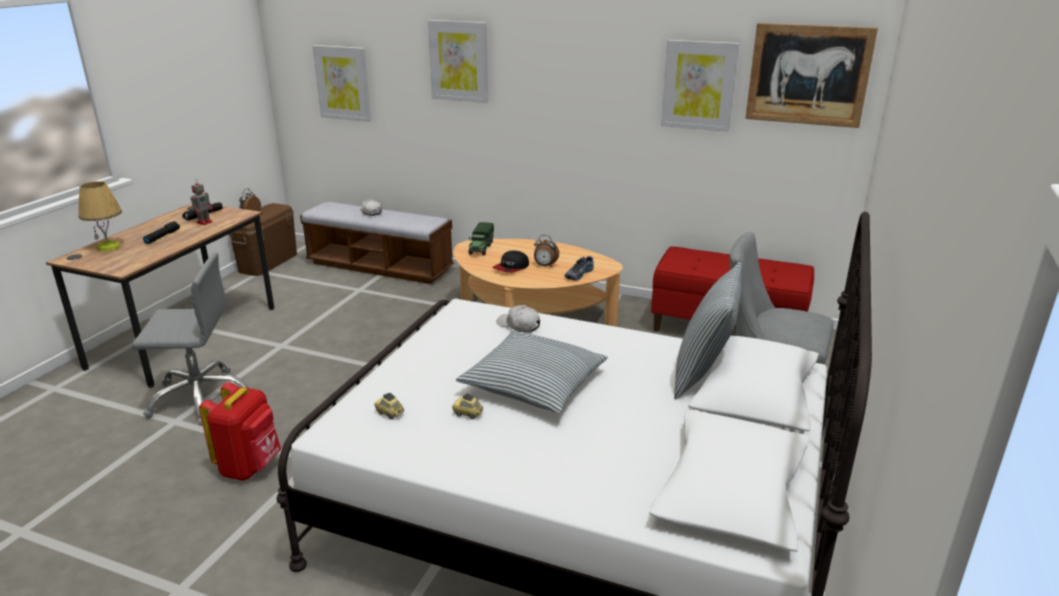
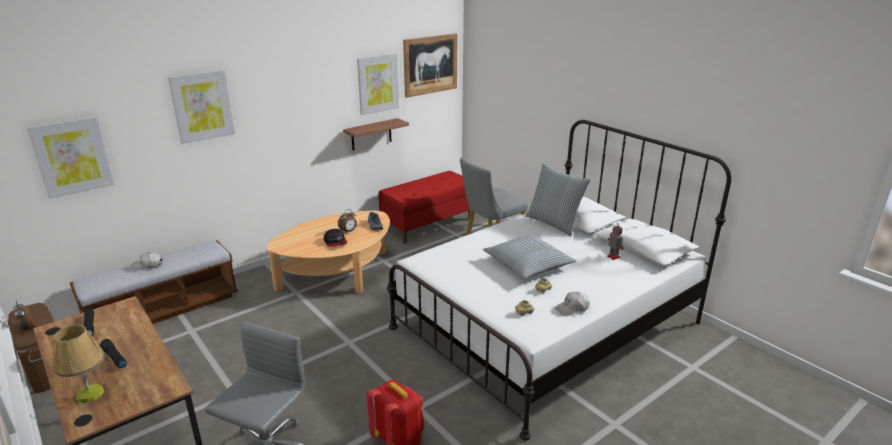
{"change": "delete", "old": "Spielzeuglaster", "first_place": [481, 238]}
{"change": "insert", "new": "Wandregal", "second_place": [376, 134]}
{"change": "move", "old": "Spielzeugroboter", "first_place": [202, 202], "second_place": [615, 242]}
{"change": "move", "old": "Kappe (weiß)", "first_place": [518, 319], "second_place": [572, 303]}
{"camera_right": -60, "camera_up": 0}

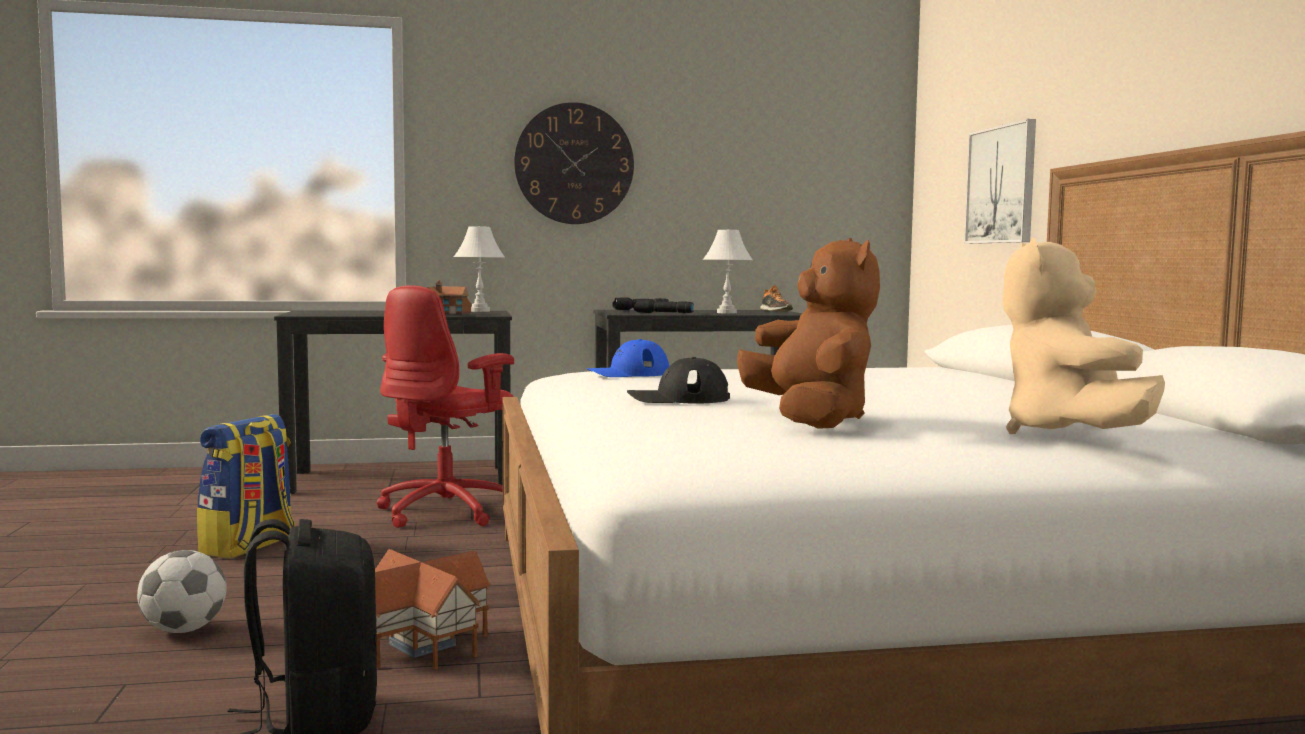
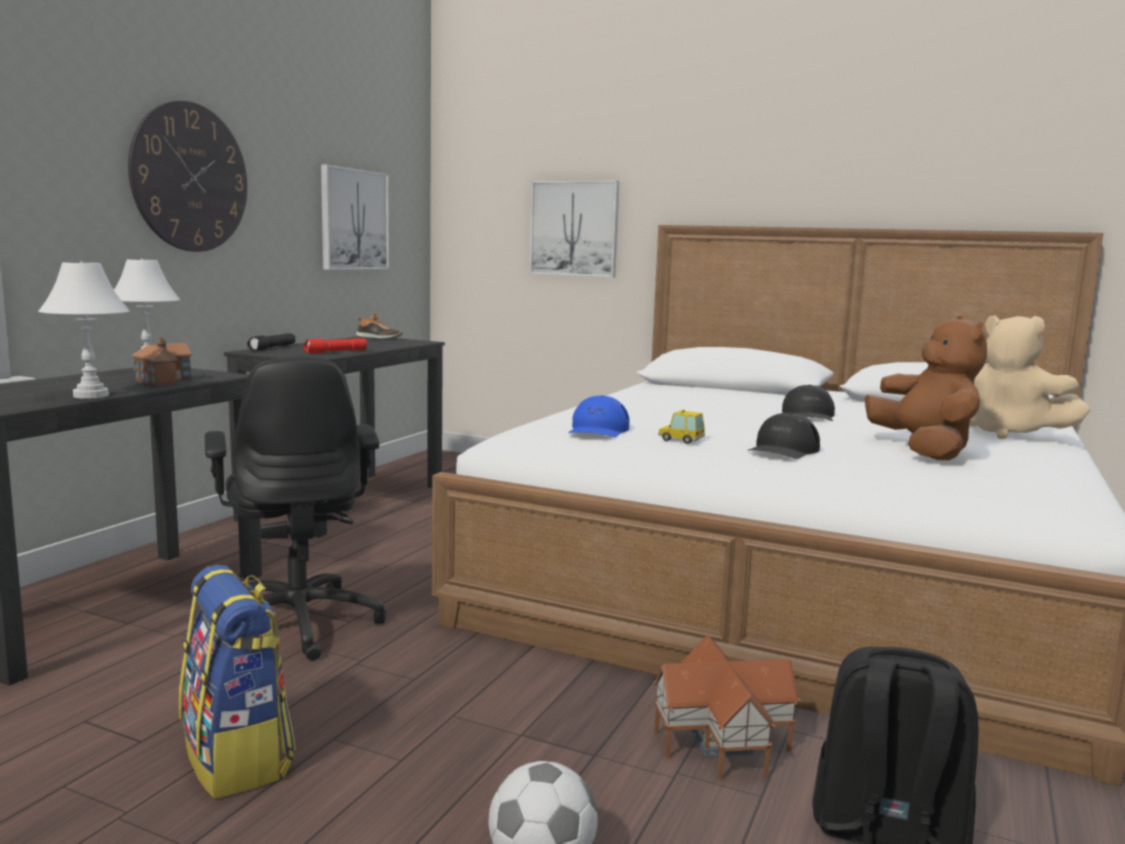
{"change": "insert", "new": "Bild", "second_place": [355, 217]}
{"change": "insert", "new": "Spielzeugauto", "second_place": [681, 427]}
{"change": "insert", "new": "Kappe (schwarz)", "second_place": [808, 403]}
{"change": "move", "old": "Tischlampe (weiß)", "first_place": [728, 271], "second_place": [84, 330]}
{"change": "recolor", "old": "Bürostuhl (rot)", "new": "Bürostuhl (schwarz)", "first_place": [445, 406], "second_place": [295, 509]}
{"change": "recolor", "old": "Taschenlampe (schwarz)", "new": "Taschenlampe (rot)", "first_place": [664, 306], "second_place": [335, 345]}
{"change": "rotate", "old": "Plüschtier (braun)", "first_place": [808, 333], "second_place": [926, 388], "degrees": 60}
{"camera_right": -55, "camera_up": 5}

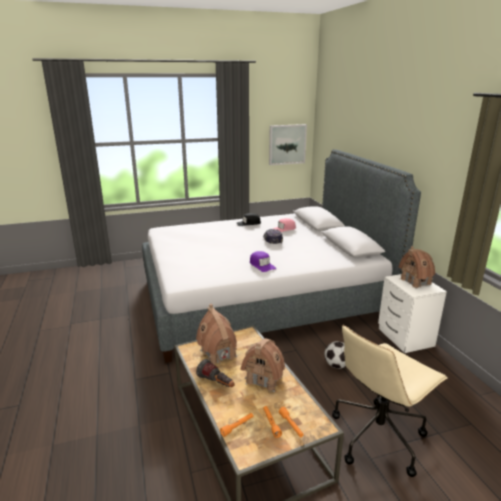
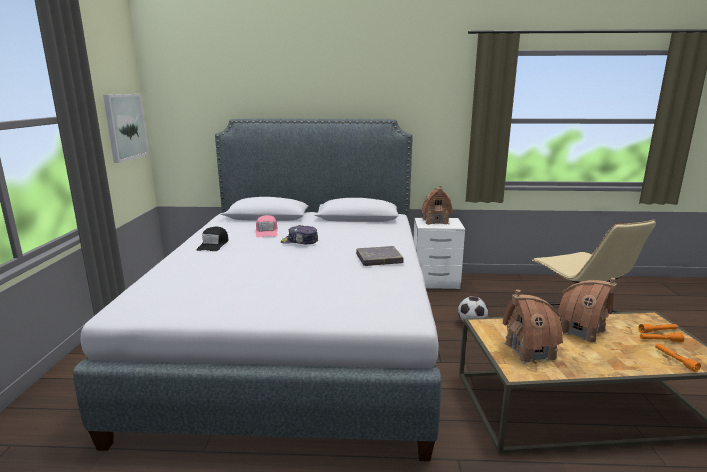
{"change": "delete", "old": "Taschenlampe", "first_place": [215, 373]}
{"change": "replace", "old": "Kappe (lila)", "new": "Buch (grau)", "first_place": [263, 261], "second_place": [380, 256]}
{"camera_right": -70, "camera_up": -5}

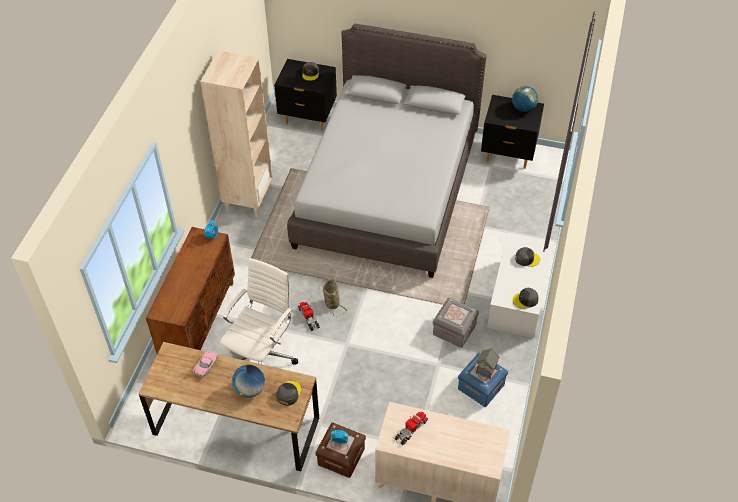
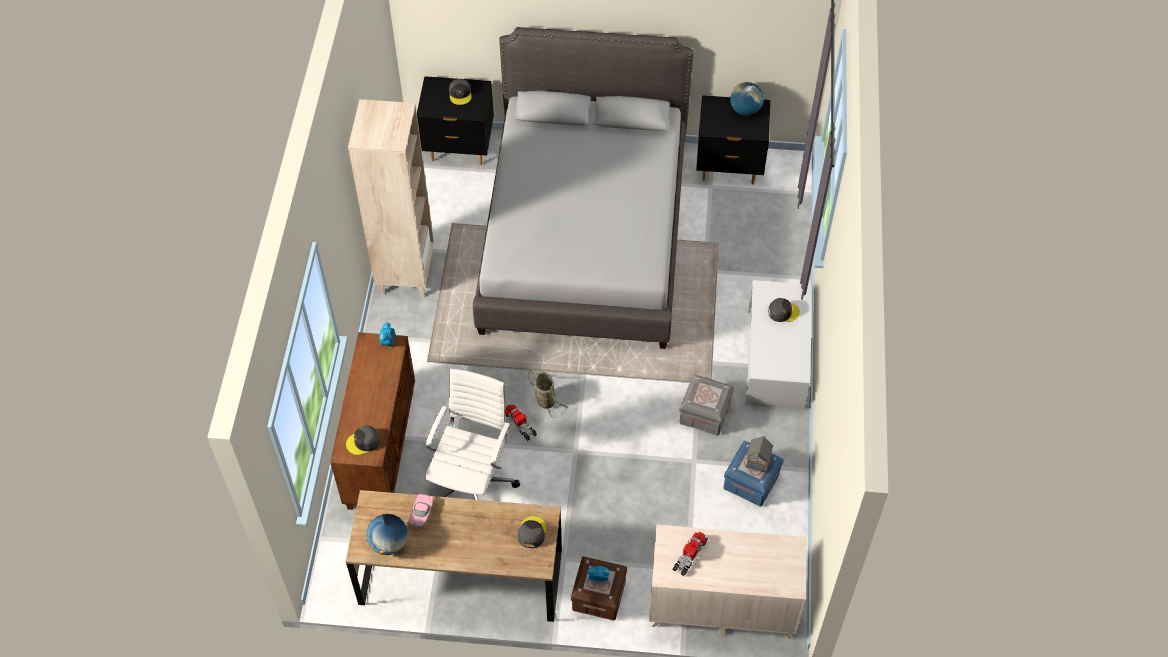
{"change": "move", "old": "Globus", "first_place": [248, 381], "second_place": [387, 534]}
{"change": "move", "old": "Kappe (grau)", "first_place": [525, 298], "second_place": [363, 440]}
{"camera_right": -10, "camera_up": 5}

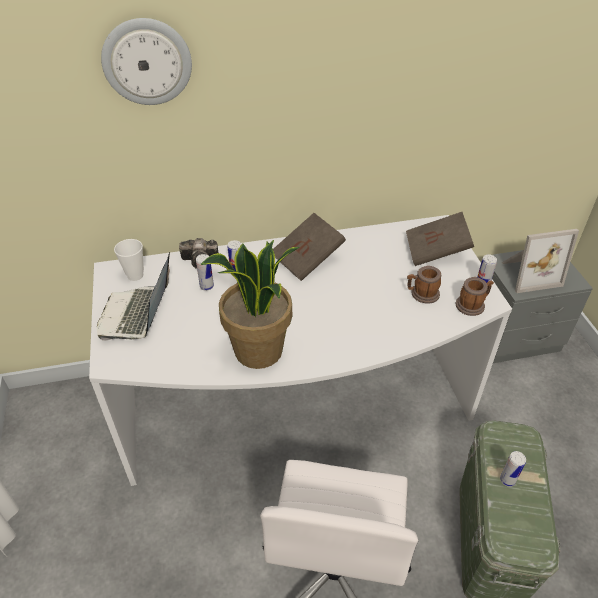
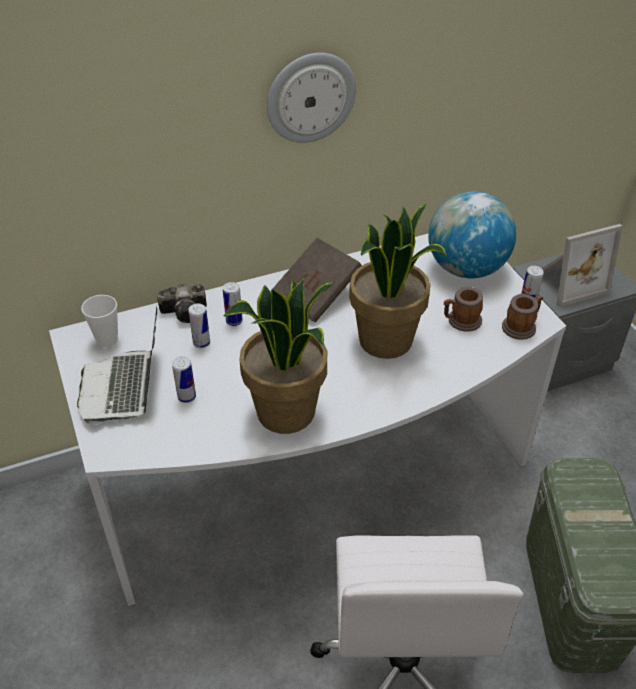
{"change": "insert", "new": "Topfpflanze", "second_place": [398, 281]}
{"change": "move", "old": "Wanduhr", "first_place": [146, 61], "second_place": [311, 98]}
{"change": "move", "old": "Dose", "first_place": [513, 469], "second_place": [184, 379]}
{"change": "replace", "old": "Buch (braun)", "new": "Globus", "first_place": [440, 239], "second_place": [472, 235]}
{"camera_right": -10, "camera_up": 0}

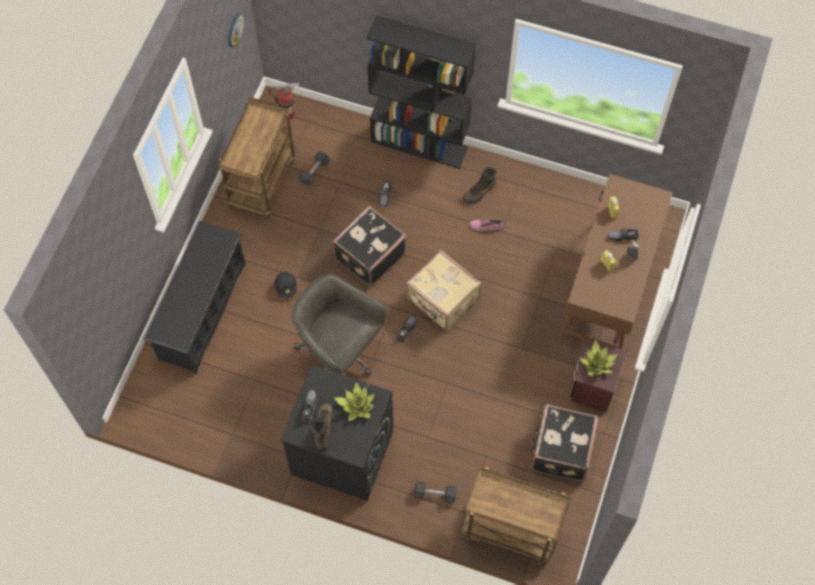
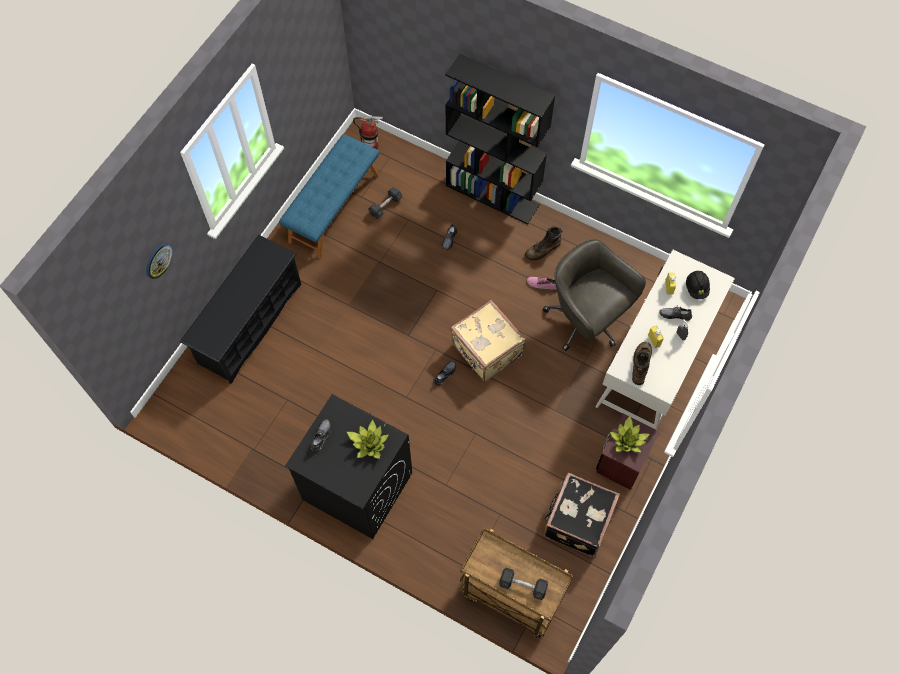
{"change": "delete", "old": "Koffer (schwarz)", "first_place": [369, 246]}
{"change": "move", "old": "Wanduhr", "first_place": [236, 30], "second_place": [159, 261]}
{"change": "move", "old": "Schutzhelm (schwarz)", "first_place": [285, 285], "second_place": [698, 285]}
{"change": "move", "old": "Bürostuhl (grau)", "first_place": [339, 325], "second_place": [594, 295]}
{"change": "move", "old": "Stiefel (braun)", "first_place": [321, 426], "second_place": [642, 363]}
{"change": "move", "old": "Hantel (grau)", "first_place": [435, 492], "second_place": [523, 584]}
{"change": "replace", "old": "Rollwagen (braun)", "new": "Bank (blau)", "first_place": [256, 158], "second_place": [329, 196]}
{"change": "recolor", "old": "Schreibtisch (braun)", "new": "Schreibtisch (weiß)", "first_place": [616, 261], "second_place": [665, 340]}
{"camera_right": 10, "camera_up": 0}

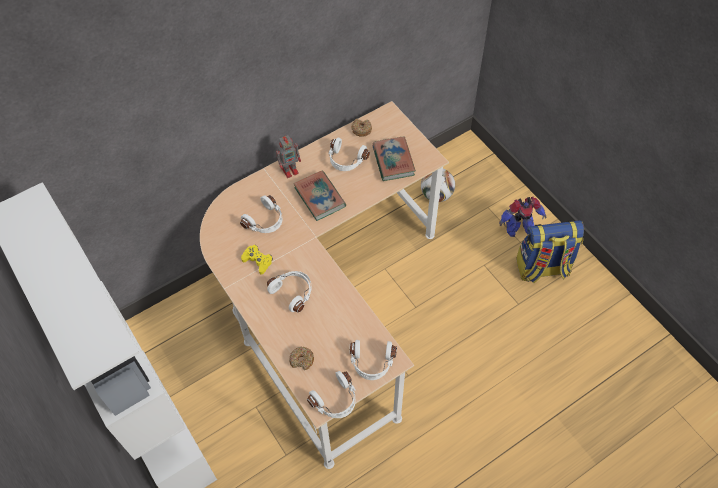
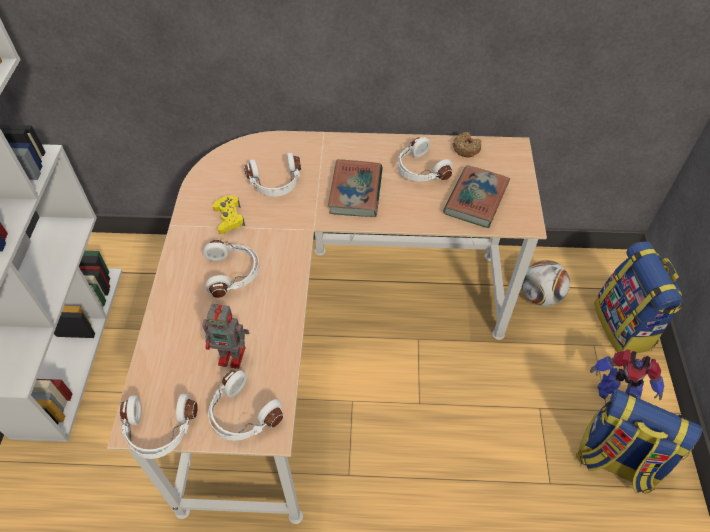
{"change": "delete", "old": "Donut", "first_place": [301, 358]}
{"change": "insert", "new": "Rucksack", "second_place": [638, 298]}
{"change": "move", "old": "Spielzeugroboter", "first_place": [288, 156], "second_place": [225, 336]}
{"camera_right": 35, "camera_up": -5}

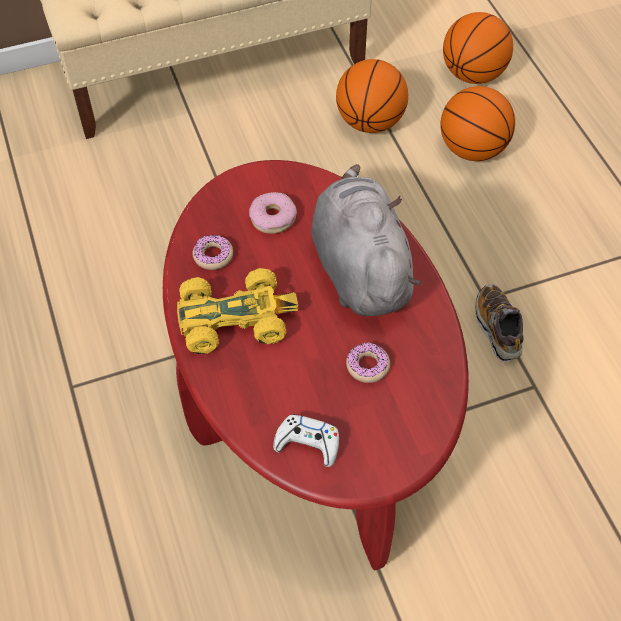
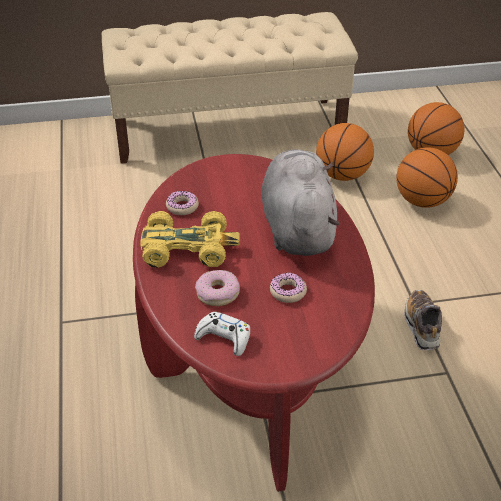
{"change": "move", "old": "Donut", "first_place": [273, 213], "second_place": [217, 288]}
{"camera_right": 10, "camera_up": -15}

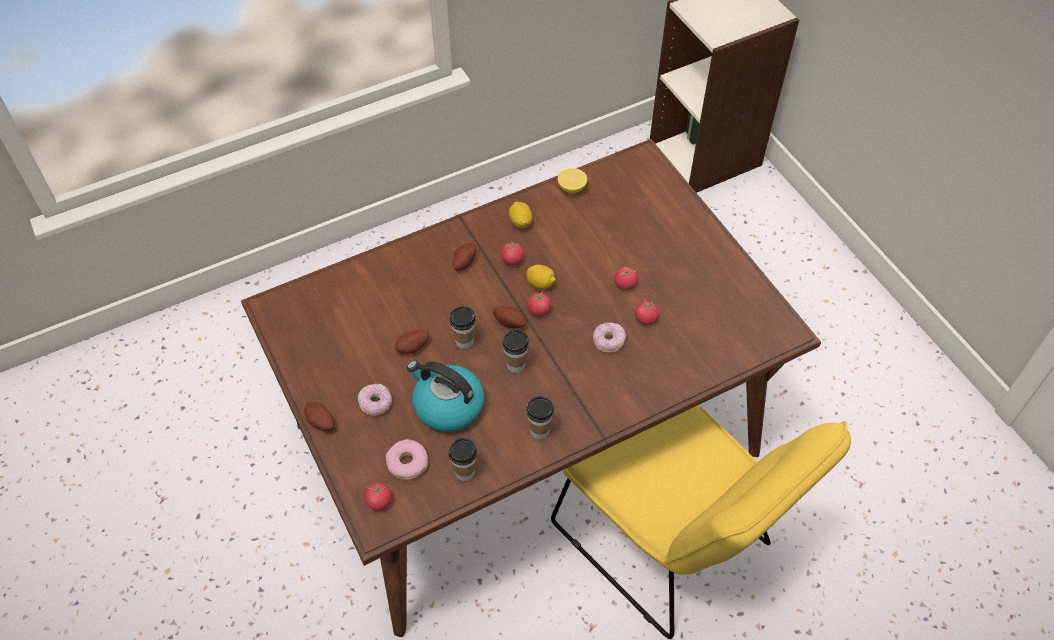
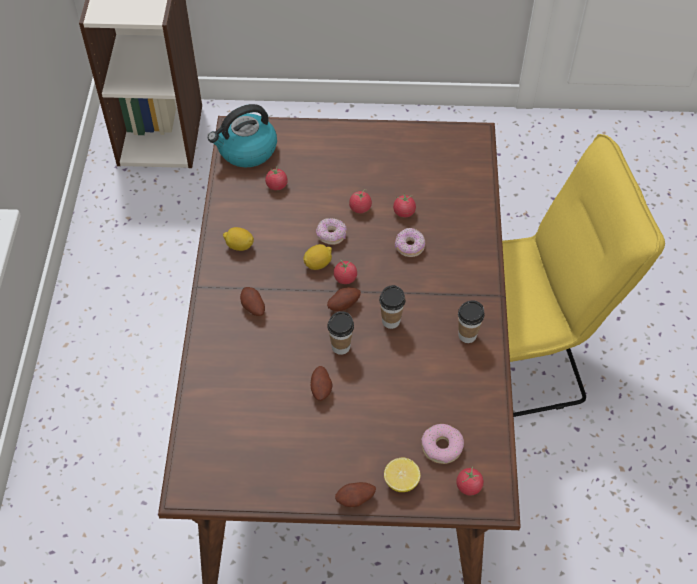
{"change": "delete", "old": "Tasse", "first_place": [463, 459]}
{"change": "move", "old": "Donut", "first_place": [375, 400], "second_place": [331, 231]}
{"change": "move", "old": "Wasserkessel", "first_place": [446, 396], "second_place": [242, 136]}
{"change": "move", "old": "Tomate", "first_place": [512, 254], "second_place": [276, 178]}
{"change": "move", "old": "Zitrone", "first_place": [572, 181], "second_place": [402, 474]}
{"camera_right": -60, "camera_up": 0}

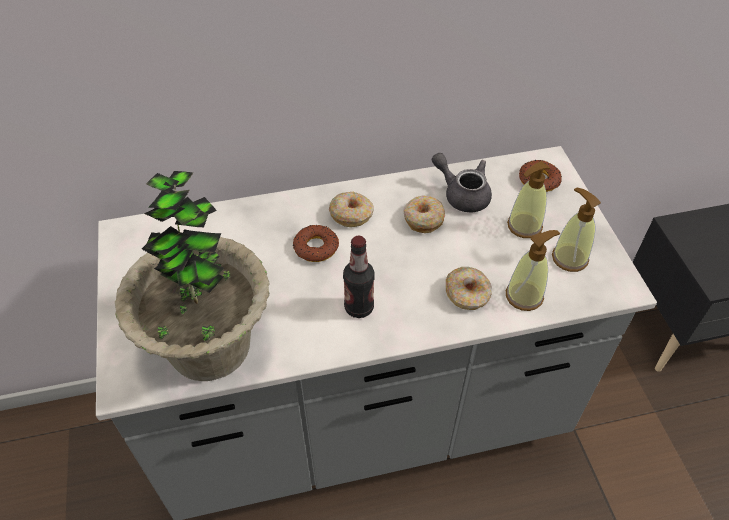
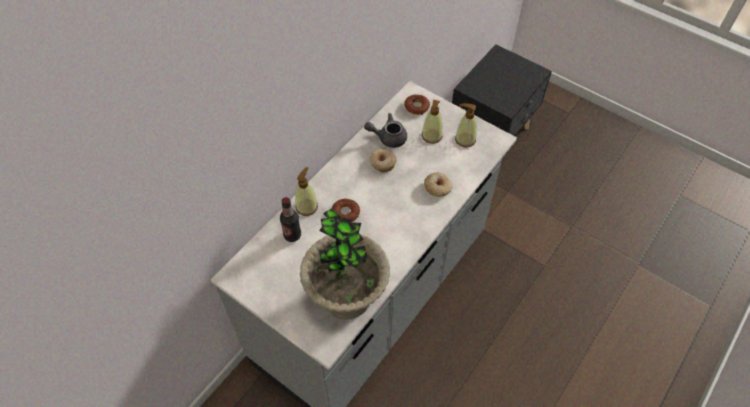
{"change": "delete", "old": "Donut", "first_place": [351, 209]}
{"change": "move", "old": "Flasche", "first_place": [359, 277], "second_place": [290, 219]}
{"change": "move", "old": "Seifenspender", "first_place": [533, 270], "second_place": [306, 191]}
{"camera_right": -40, "camera_up": 5}

